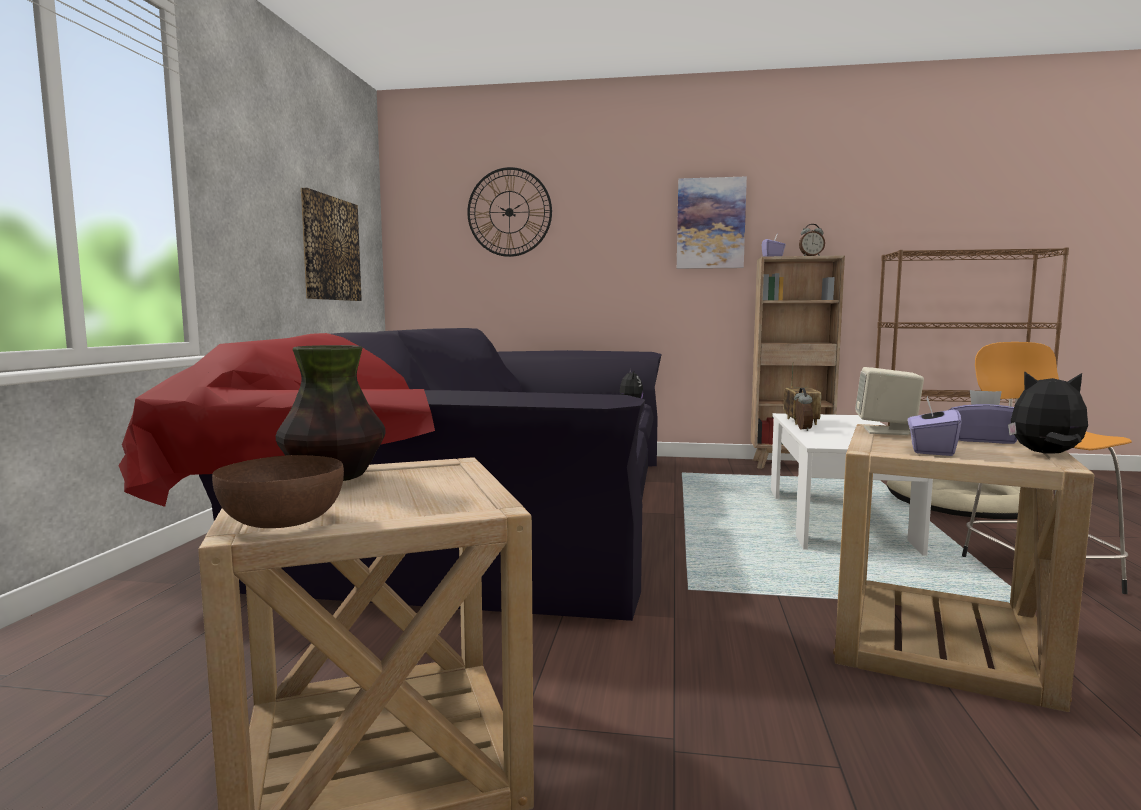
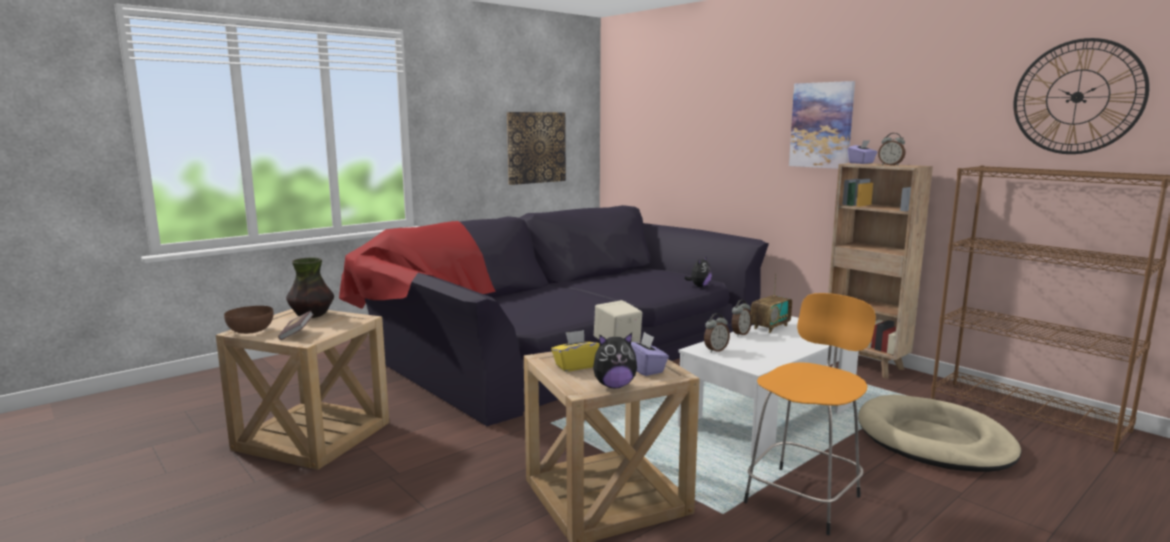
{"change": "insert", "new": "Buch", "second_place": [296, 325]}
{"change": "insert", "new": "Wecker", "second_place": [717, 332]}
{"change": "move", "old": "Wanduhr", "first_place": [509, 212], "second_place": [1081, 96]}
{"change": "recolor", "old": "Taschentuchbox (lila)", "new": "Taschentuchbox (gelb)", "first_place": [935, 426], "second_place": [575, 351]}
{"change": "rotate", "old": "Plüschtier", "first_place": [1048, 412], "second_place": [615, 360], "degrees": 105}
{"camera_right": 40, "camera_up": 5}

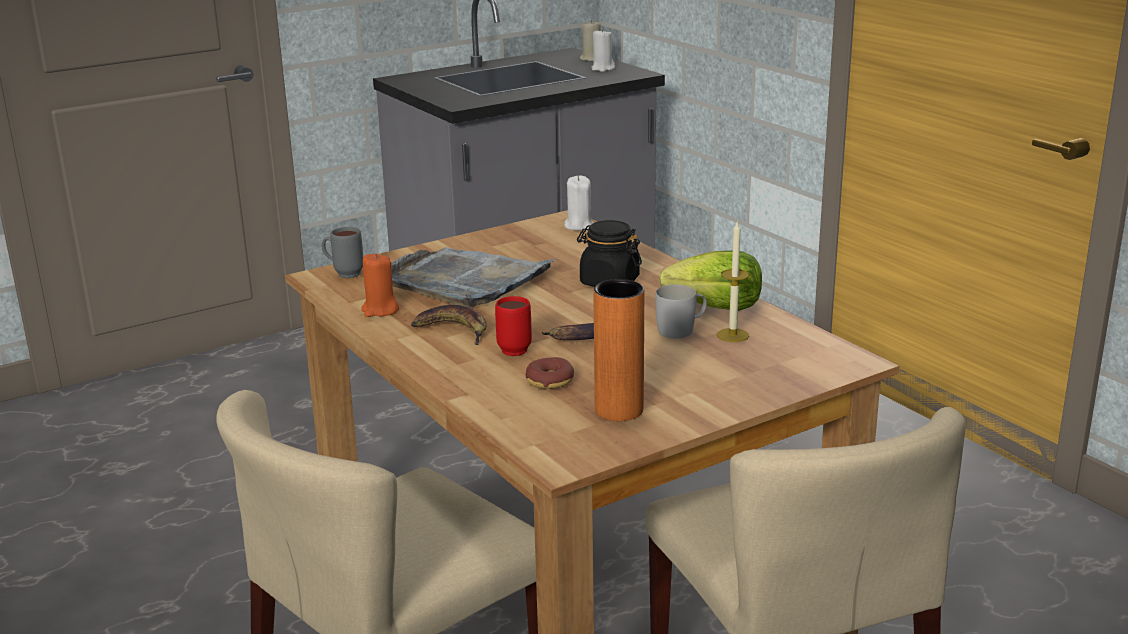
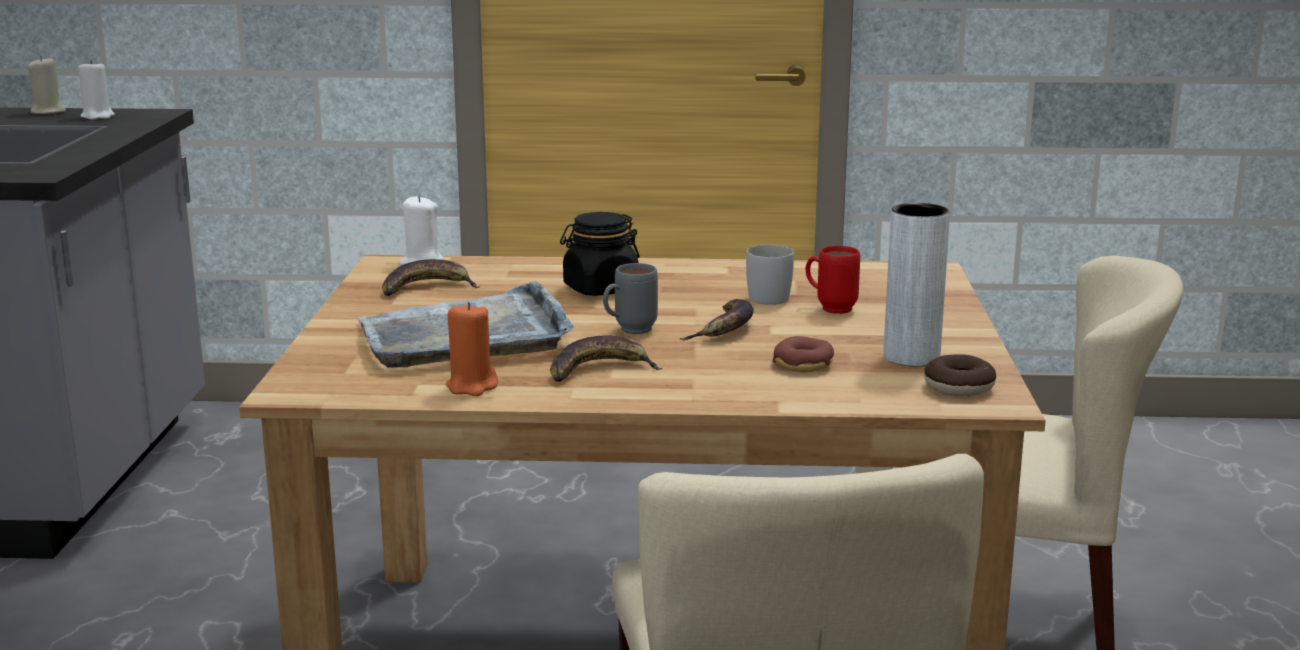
{"change": "delete", "old": "Salatkopf", "first_place": [710, 280]}
{"change": "delete", "old": "Kerze", "first_place": [733, 282]}
{"change": "insert", "new": "Banane", "second_place": [431, 277]}
{"change": "insert", "new": "Donut", "second_place": [960, 375]}
{"change": "move", "old": "Henkelbecher (grau)", "first_place": [342, 252], "second_place": [630, 298]}
{"change": "move", "old": "Henkelbecher (rot)", "first_place": [513, 326], "second_place": [833, 280]}
{"change": "recolor", "old": "Vase (orange)", "new": "Vase (grau)", "first_place": [618, 350], "second_place": [917, 285]}
{"camera_right": -55, "camera_up": -5}

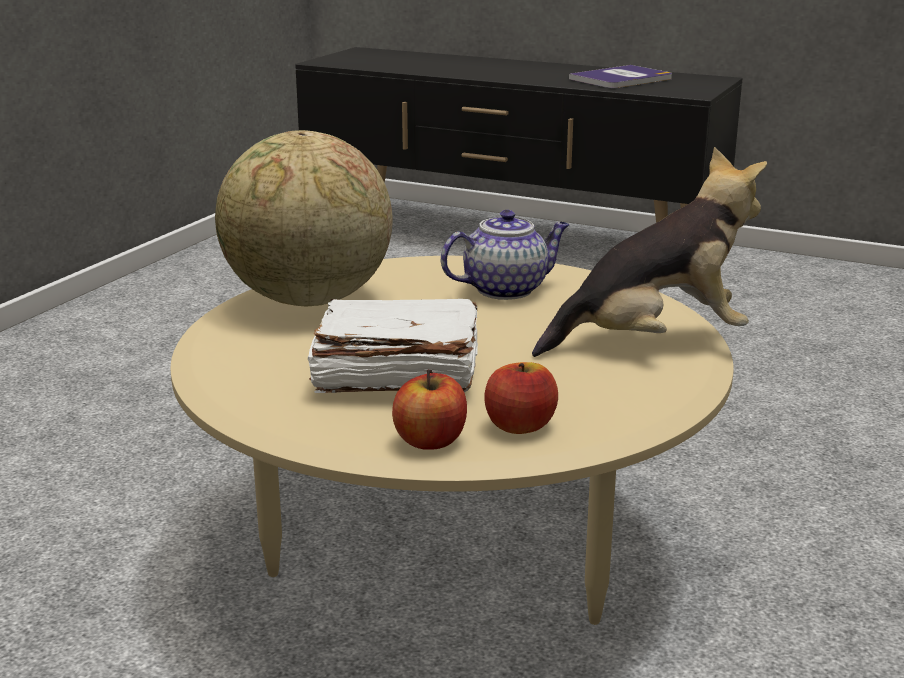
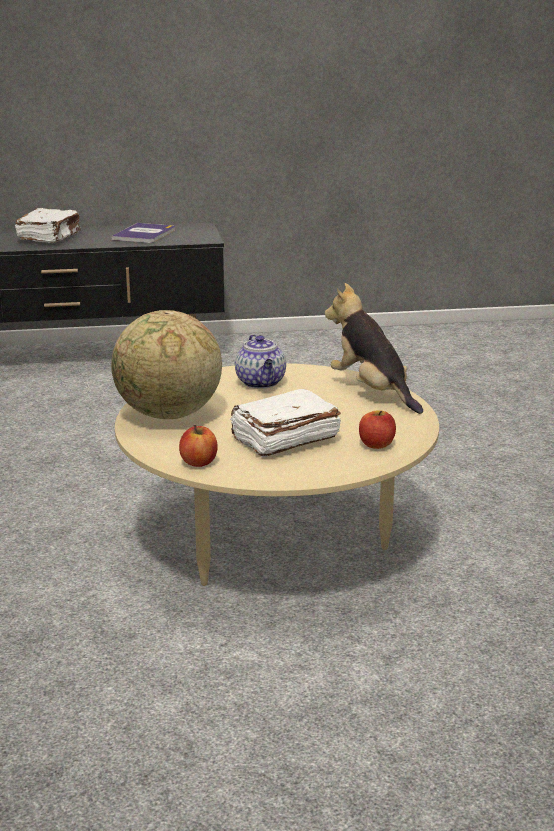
{"change": "insert", "new": "Buch (weiß)", "second_place": [48, 225]}
{"change": "move", "old": "Apfel", "first_place": [429, 410], "second_place": [198, 446]}
{"change": "rotate", "old": "Teekanne", "first_place": [505, 255], "second_place": [260, 362], "degrees": 135}
{"change": "rotate", "old": "Plüschtier", "first_place": [649, 252], "second_place": [374, 348], "degrees": -75}
{"camera_right": -35, "camera_up": 0}

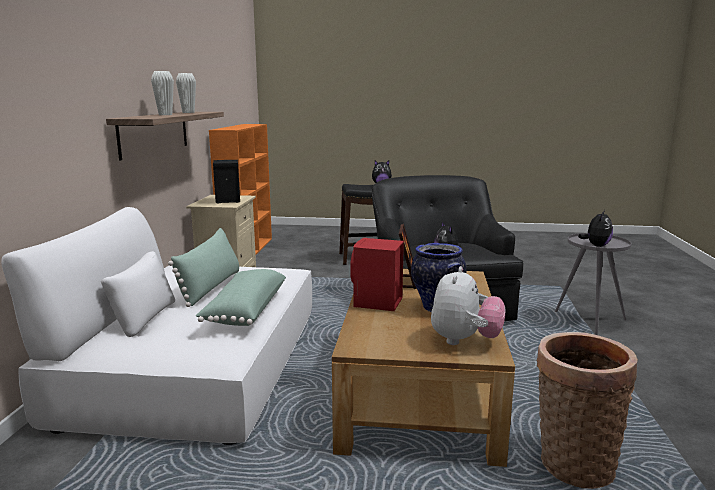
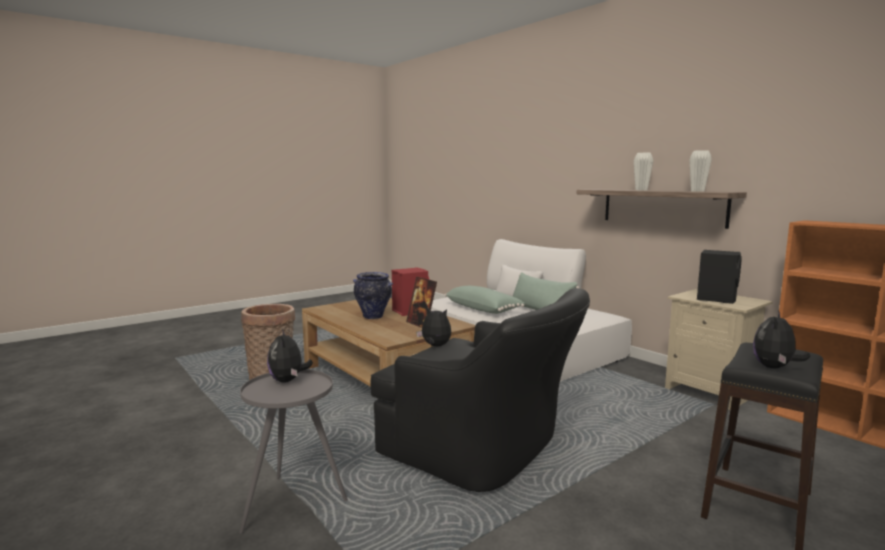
{"change": "delete", "old": "Plüschtier", "first_place": [468, 305]}
{"camera_right": 135, "camera_up": -5}

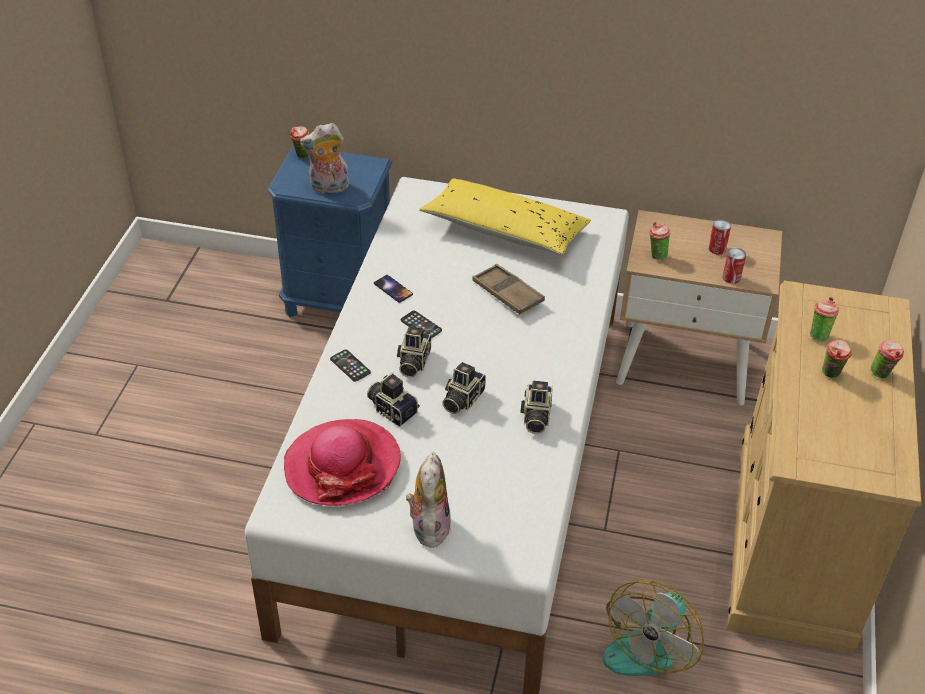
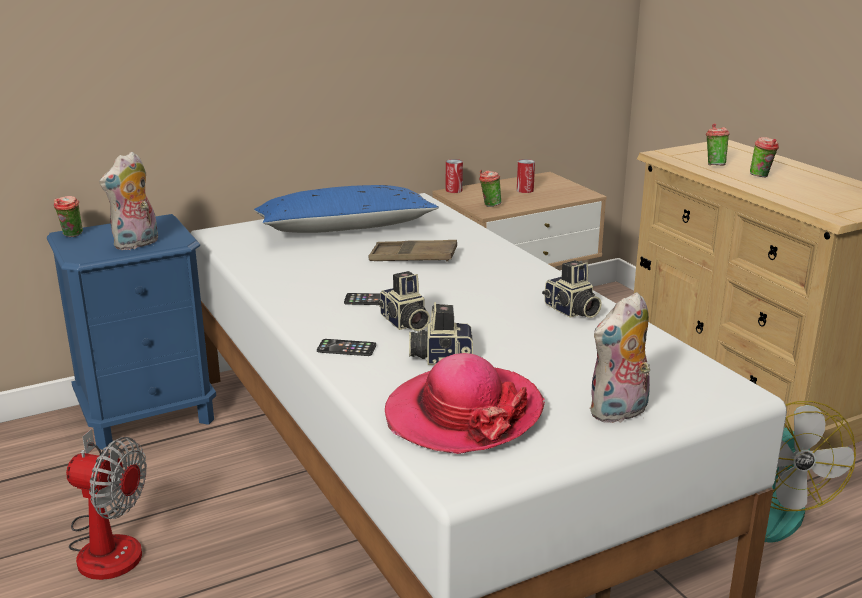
{"change": "delete", "old": "Handy", "first_place": [393, 289]}
{"change": "delete", "old": "Kamera", "first_place": [464, 388]}
{"change": "delete", "old": "Tasse", "first_place": [887, 359]}
{"change": "insert", "new": "Ventilator", "second_place": [106, 504]}
{"change": "move", "old": "Dose", "first_place": [734, 266], "second_place": [454, 176]}
{"change": "recolor", "old": "Kissen (gelb)", "new": "Kissen (blau)", "first_place": [505, 217], "second_place": [346, 209]}
{"change": "rotate", "old": "Plüschtier", "first_place": [428, 500], "second_place": [619, 357], "degrees": -90}
{"camera_right": -40, "camera_up": -20}

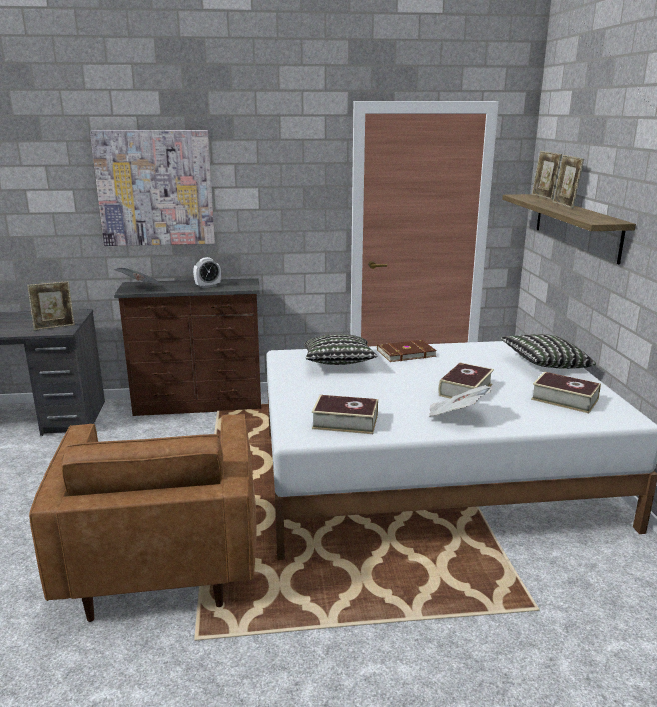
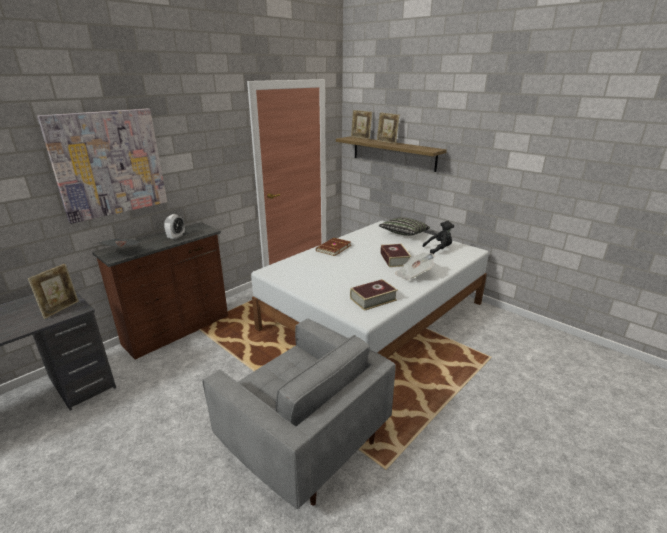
{"change": "delete", "old": "Kissen", "first_place": [341, 349]}
{"change": "replace", "old": "Buch", "new": "Plüschtier (schwarz)", "first_place": [566, 392], "second_place": [438, 237]}
{"change": "recolor", "old": "Sessel (braun)", "new": "Sessel (grau)", "first_place": [142, 518], "second_place": [299, 413]}
{"camera_right": -40, "camera_up": 5}

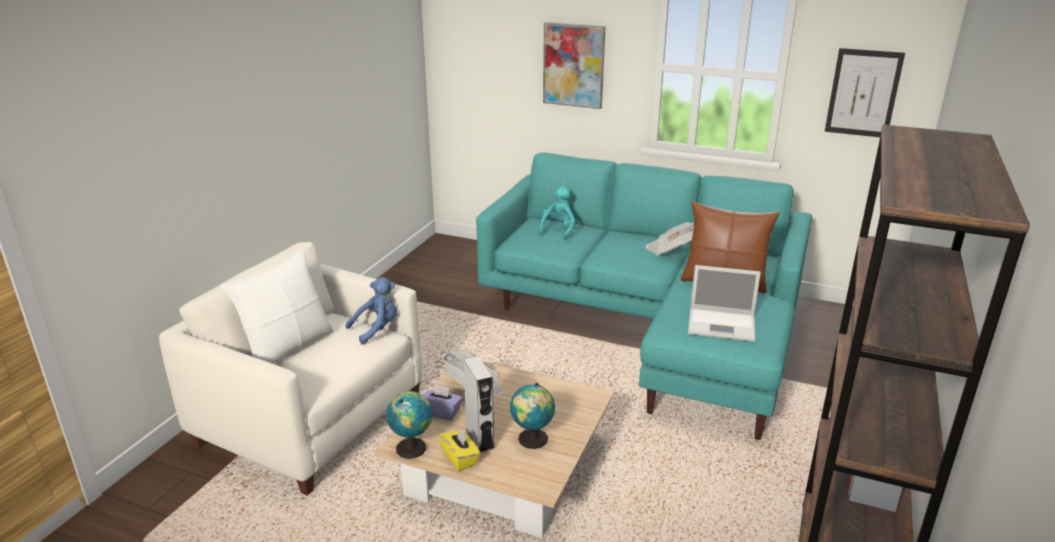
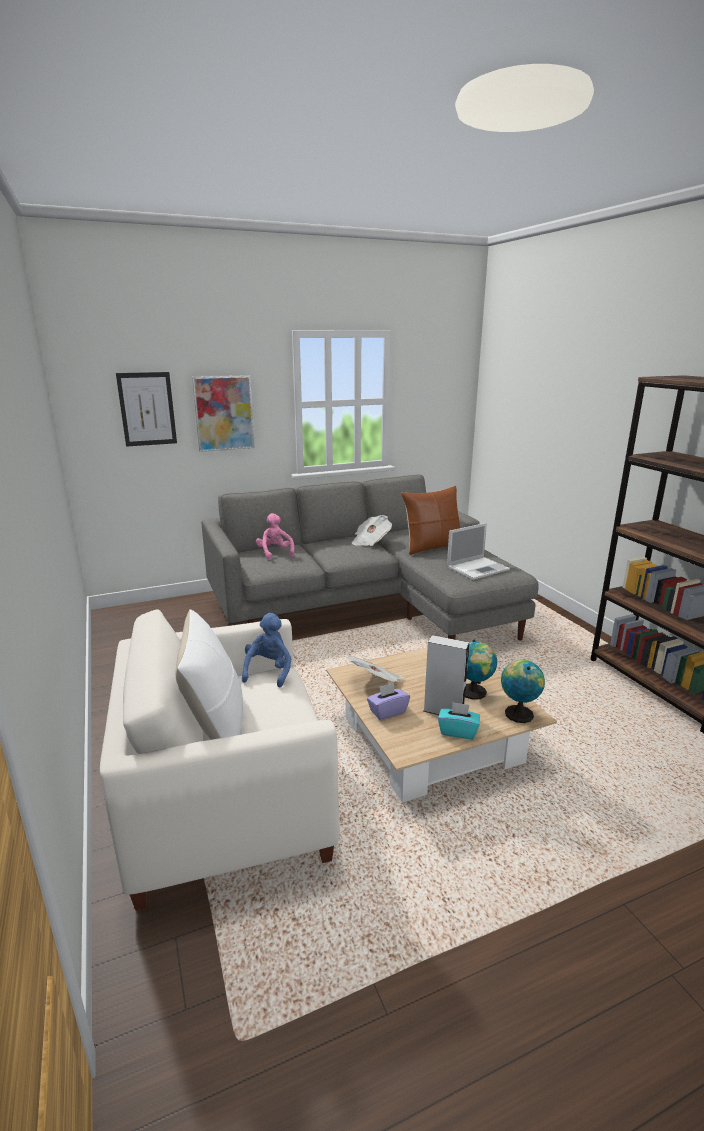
{"change": "move", "old": "Globus", "first_place": [409, 425], "second_place": [523, 691]}
{"change": "move", "old": "Bild", "first_place": [865, 92], "second_place": [146, 409]}
{"change": "recolor", "old": "Taschentuchbox (gelb)", "new": "Taschentuchbox (türkis)", "first_place": [459, 449], "second_place": [459, 720]}
{"change": "recolor", "old": "Sofa (türkis)", "new": "Sofa (grau)", "first_place": [644, 296], "second_place": [370, 557]}
{"change": "recolor", "old": "Plüschtier (türkis)", "new": "Plüschtier (rosa)", "first_place": [556, 213], "second_place": [275, 536]}
{"camera_right": -45, "camera_up": -5}

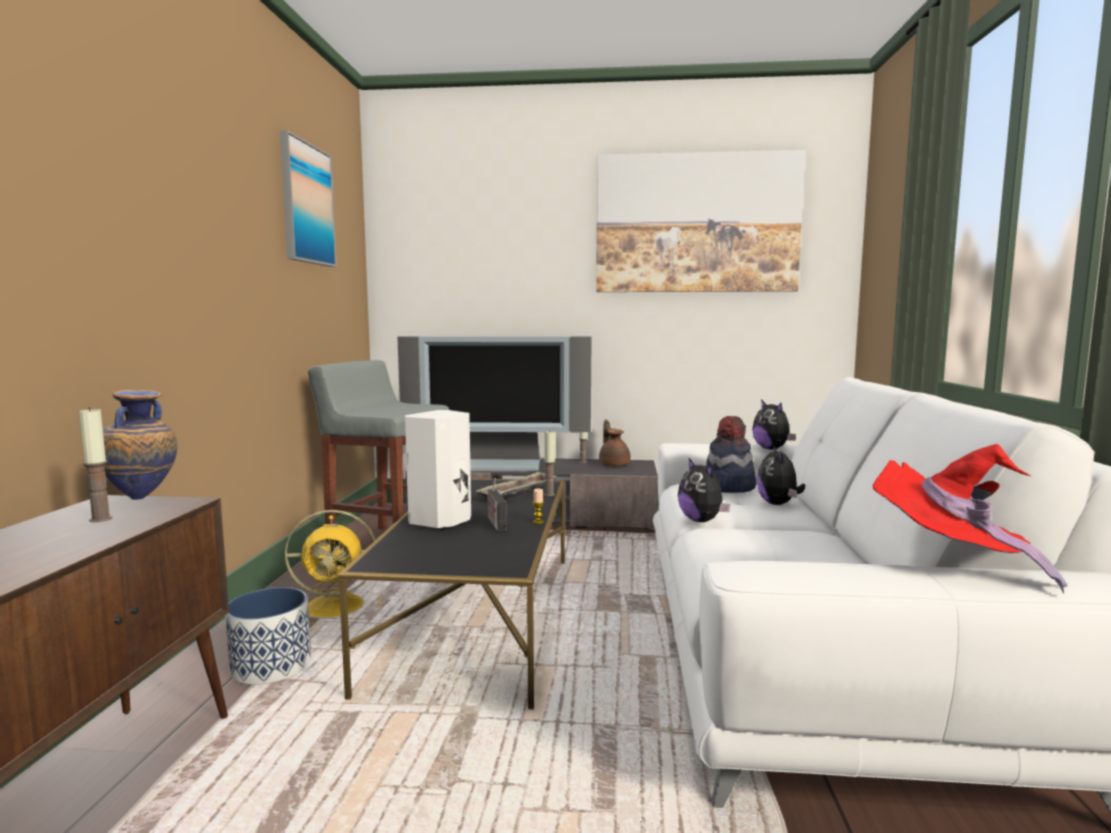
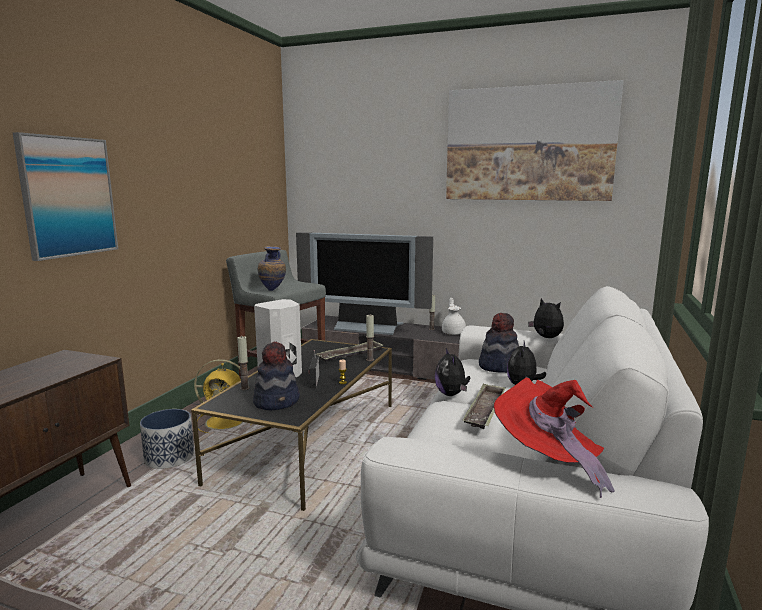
{"change": "insert", "new": "Hut", "second_place": [276, 375]}
{"change": "insert", "new": "Tablett", "second_place": [484, 406]}
{"change": "move", "old": "Kerze", "first_place": [96, 464], "second_place": [243, 363]}
{"change": "move", "old": "Vase", "first_place": [140, 445], "second_place": [272, 268]}
{"change": "move", "old": "Bild", "first_place": [308, 198], "second_place": [65, 196]}
{"change": "recolor", "old": "Teekanne (braun)", "new": "Teekanne (weiß)", "first_place": [615, 443], "second_place": [454, 316]}
{"change": "rotate", "old": "Plüschtier", "first_place": [774, 424], "second_place": [546, 318], "degrees": 150}
{"camera_right": 15, "camera_up": 5}

